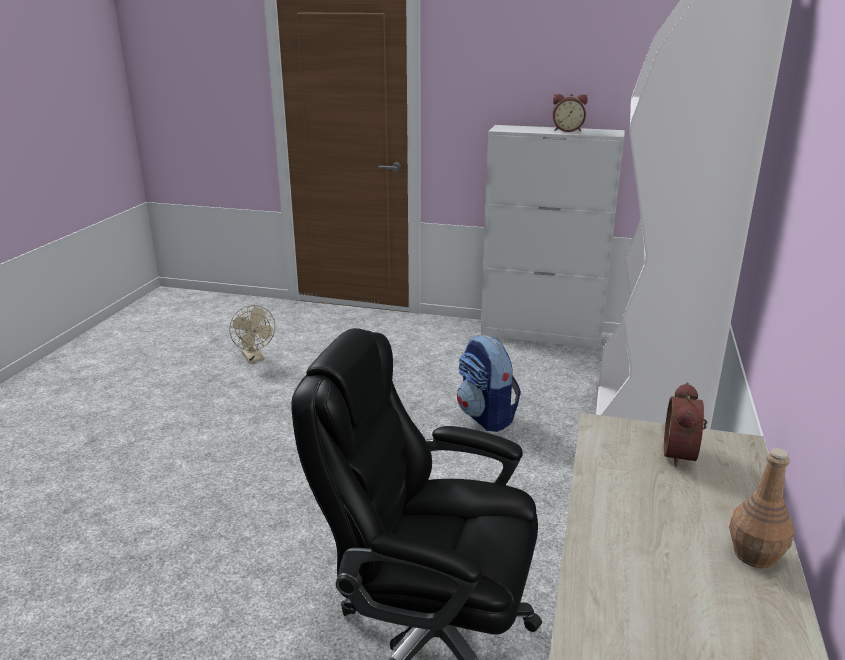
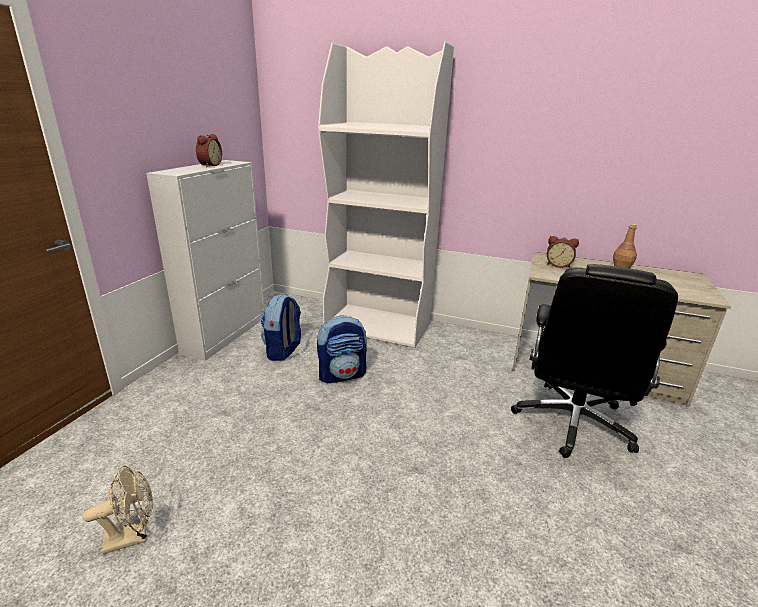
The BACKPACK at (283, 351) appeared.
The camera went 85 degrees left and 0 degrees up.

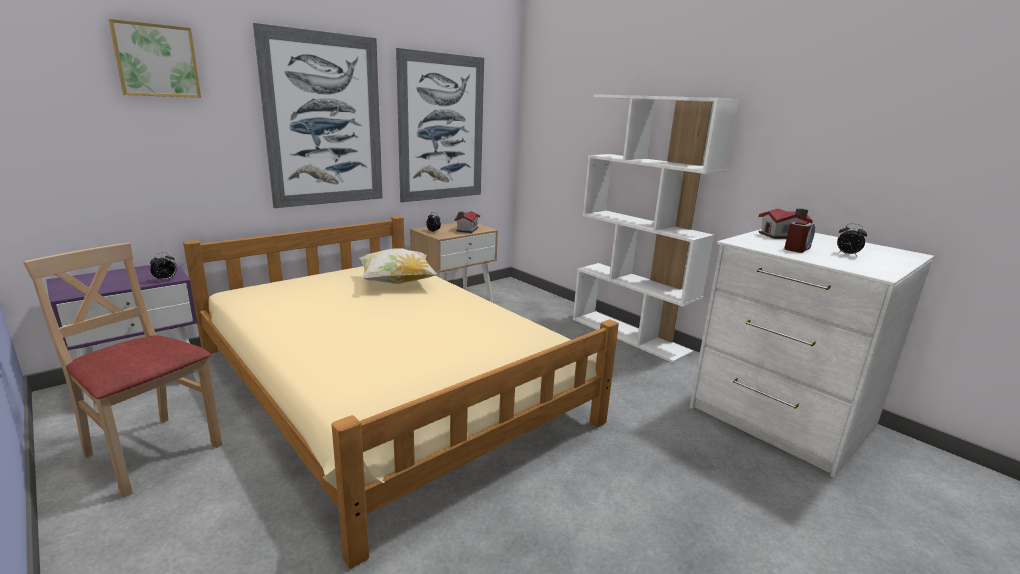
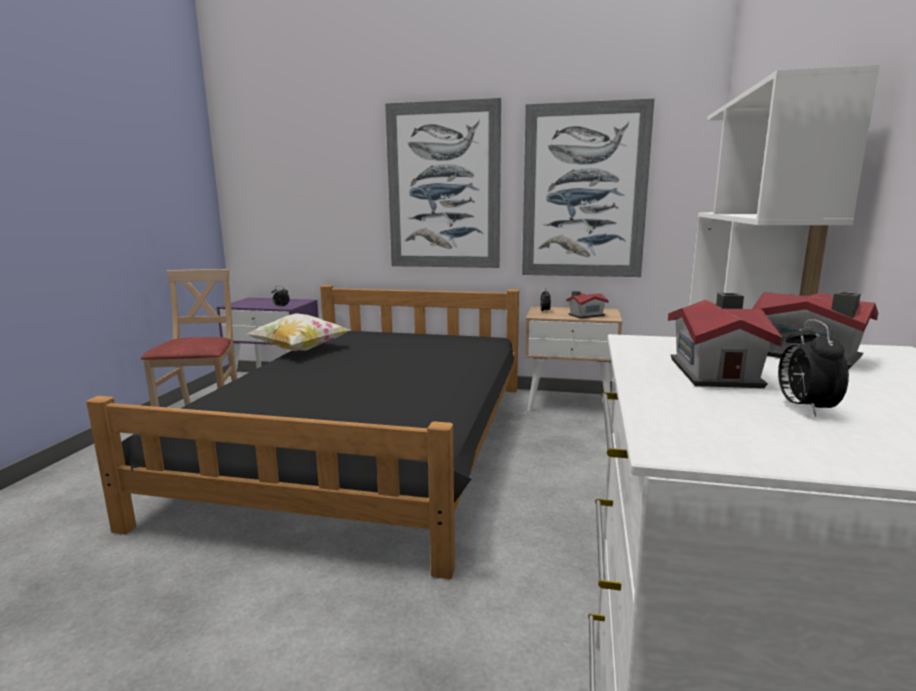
The BEIGE BED at (388, 384) became the BLACK BED at (369, 443).
The PILLOW moved from (397, 282) to (300, 350).
The ALARM CLOCK at (797, 248) was replaced by the TOY HOUSE at (716, 372).
The PICTURE at (156, 60) disappeared.
The camera went 55 degrees right and 5 degrees down.

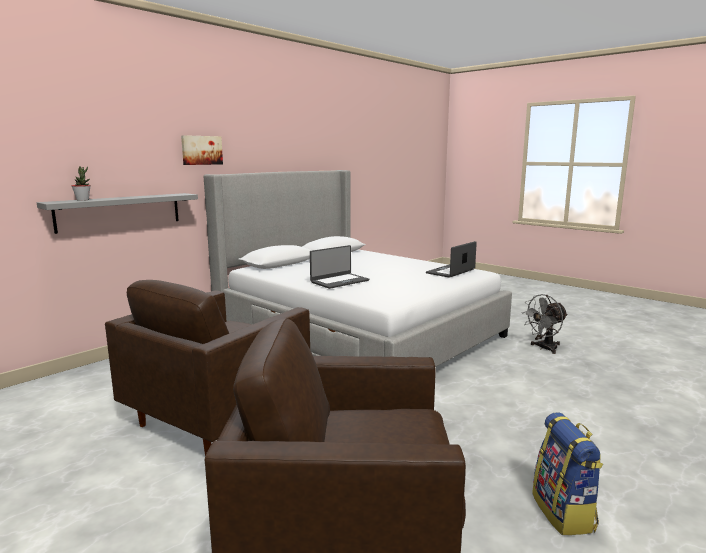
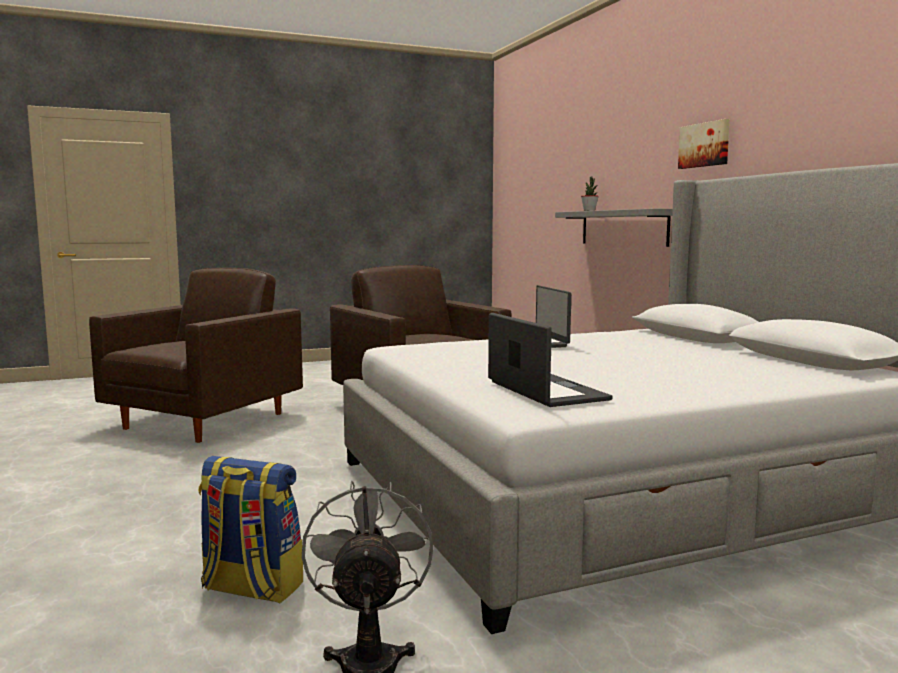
The BACKPACK moved from (564, 512) to (251, 588).
The camera went 115 degrees right and 5 degrees down.

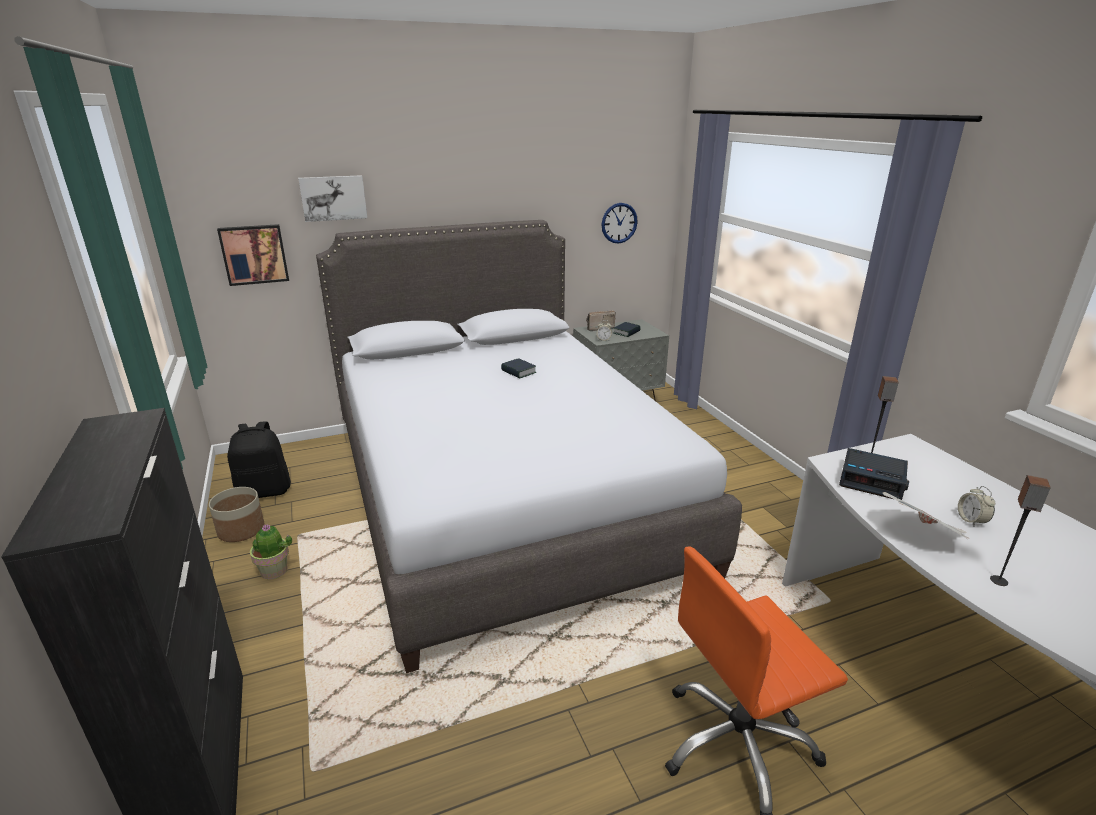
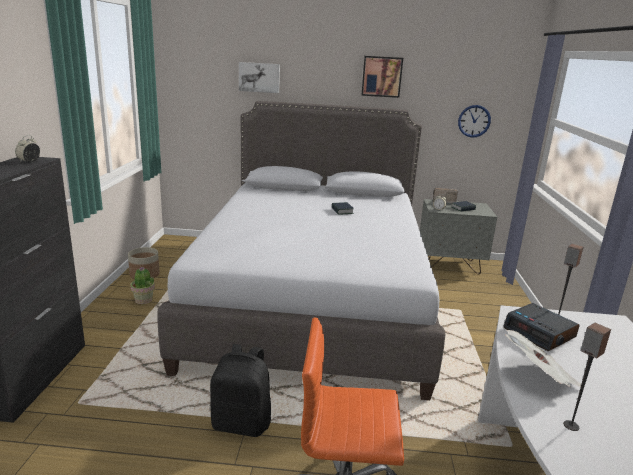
The ALARM CLOCK moved from (971, 520) to (29, 162).
The BLACK BACKPACK moved from (265, 491) to (242, 423).
The PICTURE moved from (254, 254) to (381, 76).
The camera went 25 degrees right and 5 degrees down.

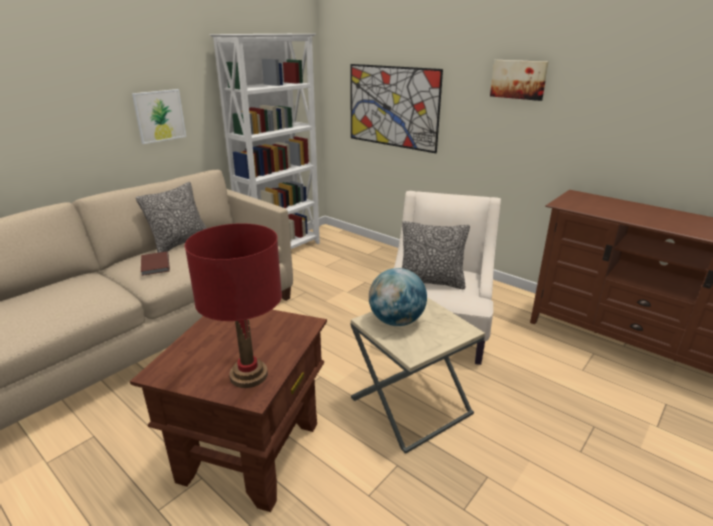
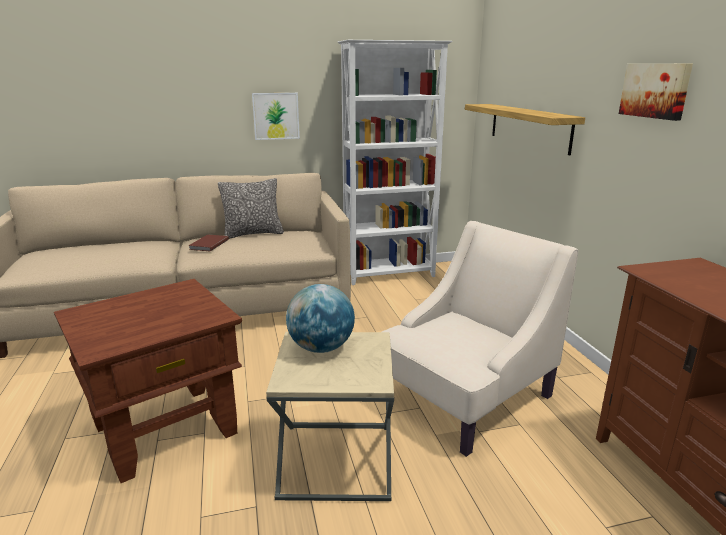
The PICTURE at (392, 107) was replaced by the SHELF at (529, 127).
The RED TABLE LAMP at (248, 375) disappeared.
The PILLOW at (431, 282) disappeared.
The camera went 35 degrees right and 5 degrees down.

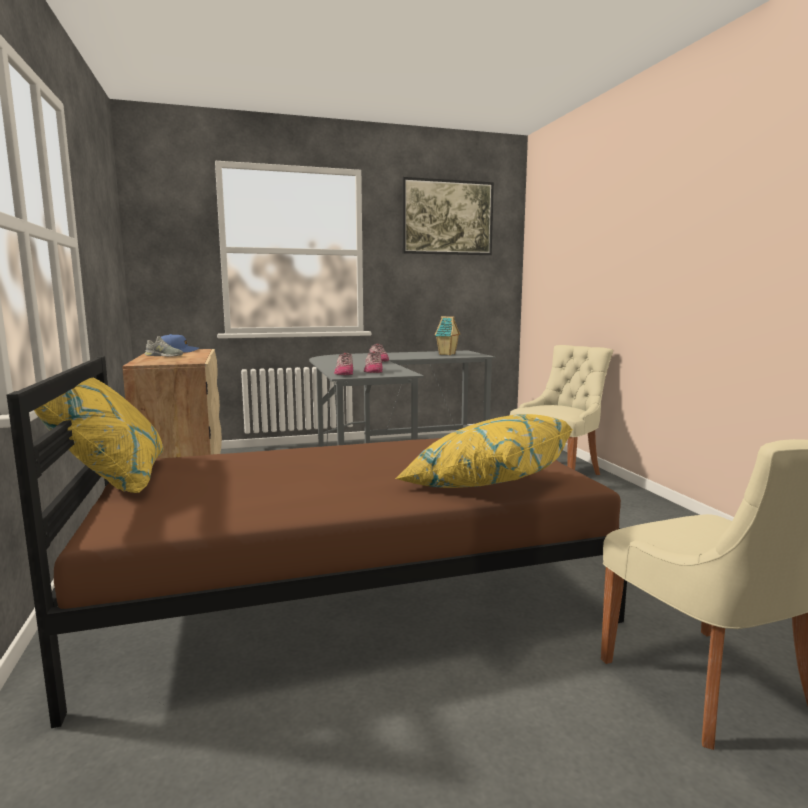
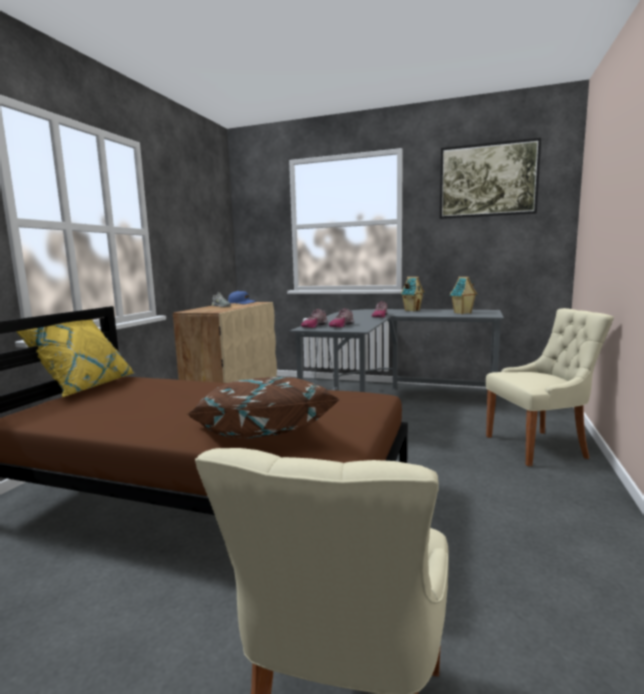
The YELLOW PILLOW at (484, 483) became the BROWN PILLOW at (259, 436).
The TOY HOUSE at (412, 310) appeared.
The camera went 35 degrees right and 0 degrees up.

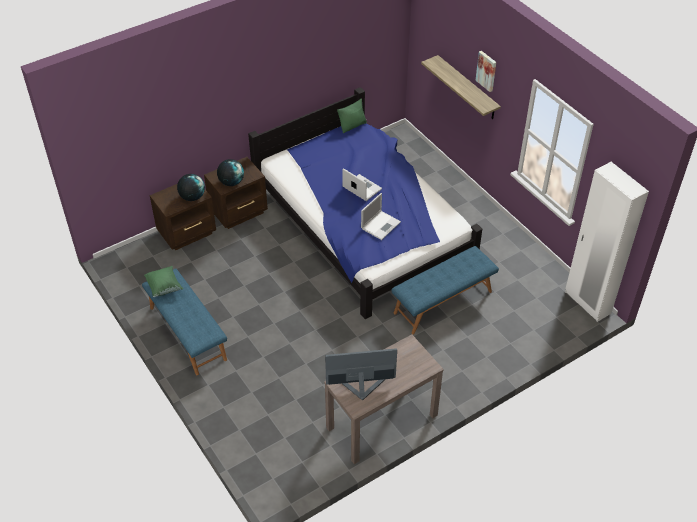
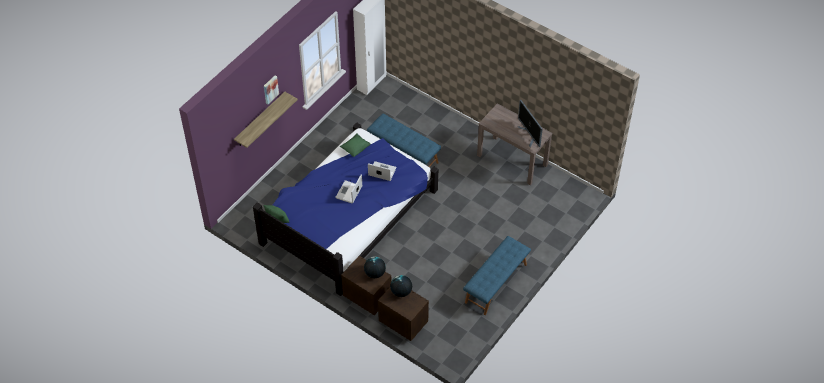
The GREEN PILLOW moved from (164, 287) to (355, 149).
The camera went 110 degrees left and 5 degrees up.

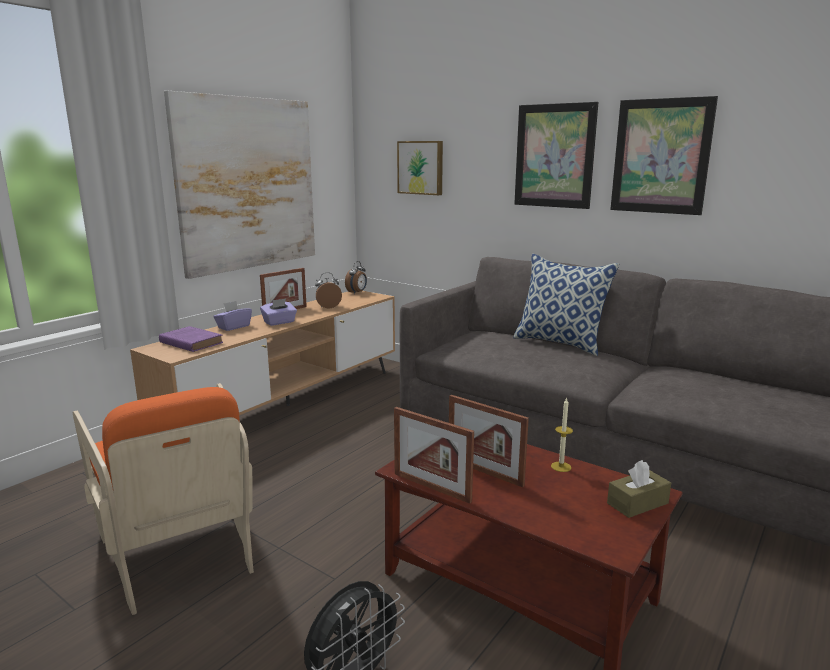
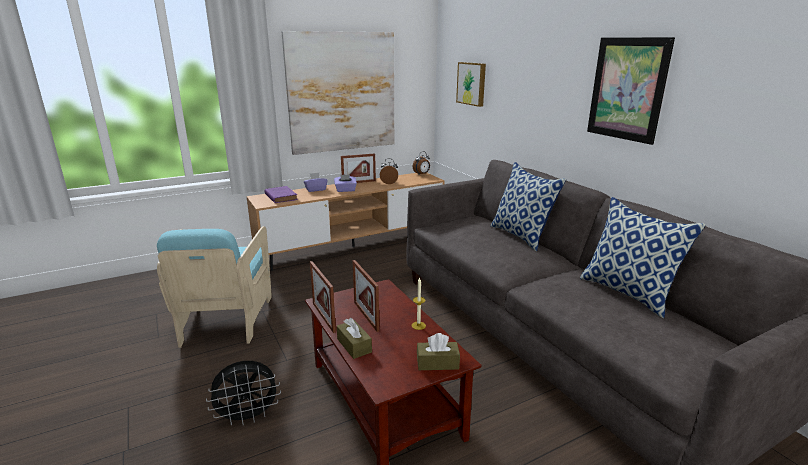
The ORANGE ARMCHAIR at (178, 549) became the TURQUOISE ARMCHAIR at (225, 319).
The BROWN TISSUE BOX at (354, 345) appeared.
The PILLOW at (628, 293) appeared.
The PICTURE at (554, 156) disappeared.
The camera went 25 degrees right and 5 degrees up.

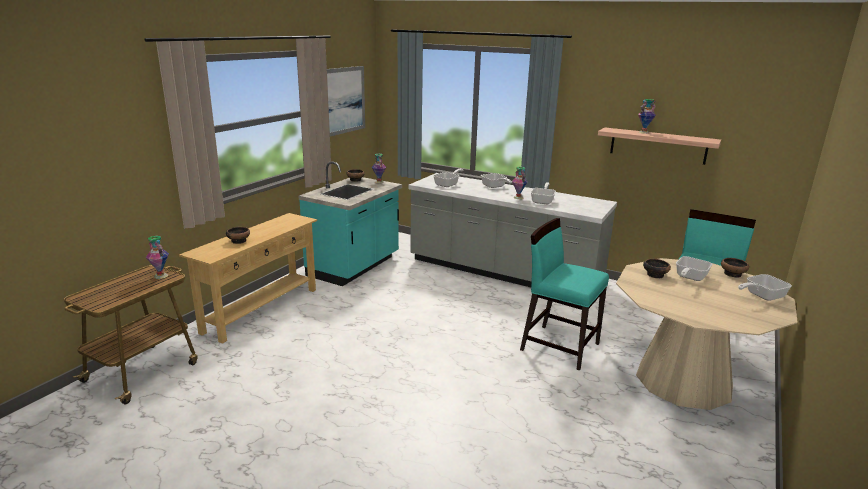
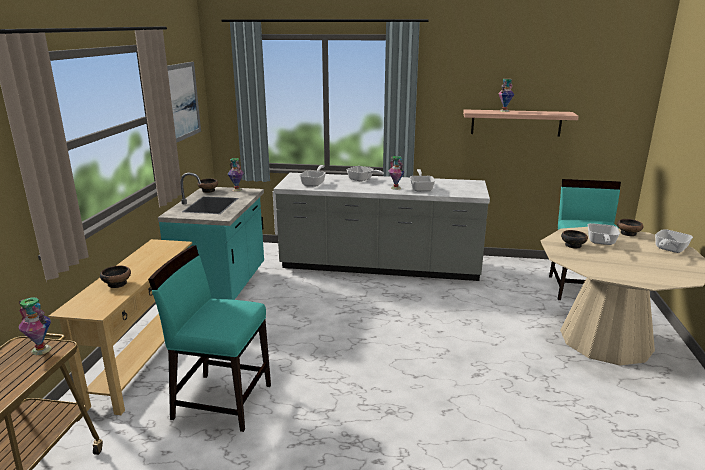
The TURQUOISE CHAIR moved from (559, 346) to (222, 400).
The camera went 20 degrees left and 0 degrees up.

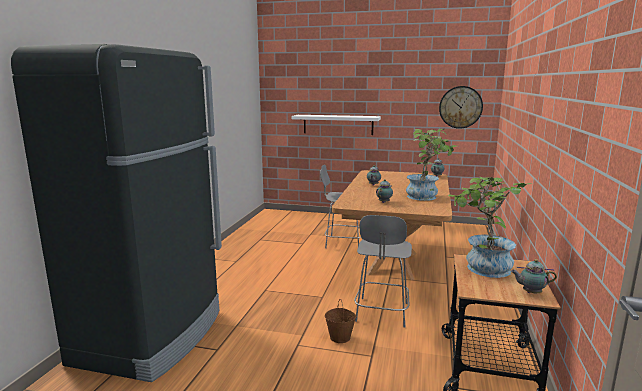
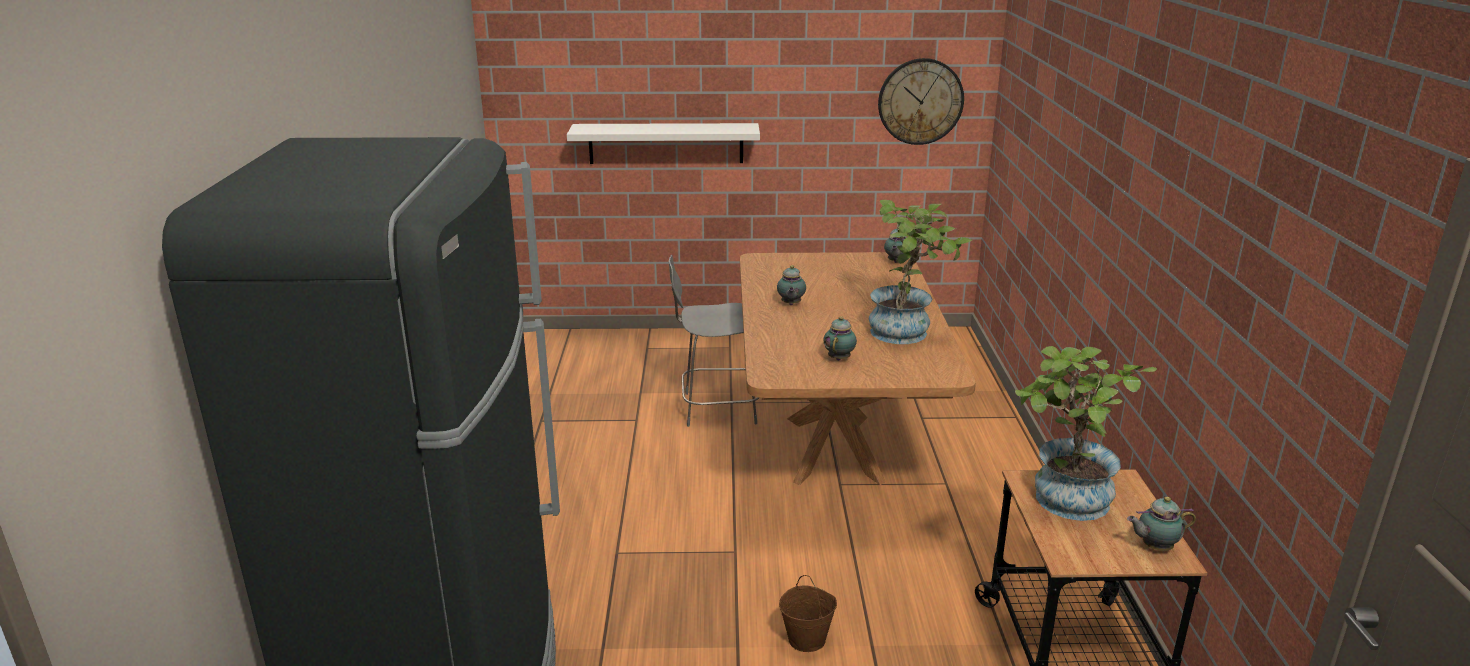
The GREY CHAIR at (381, 313) disappeared.
The camera went 15 degrees left and 10 degrees up.

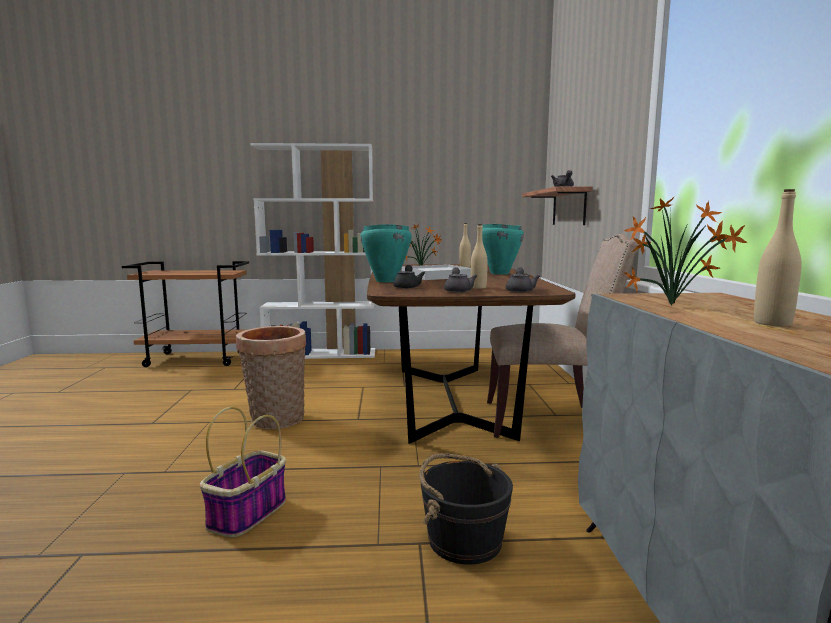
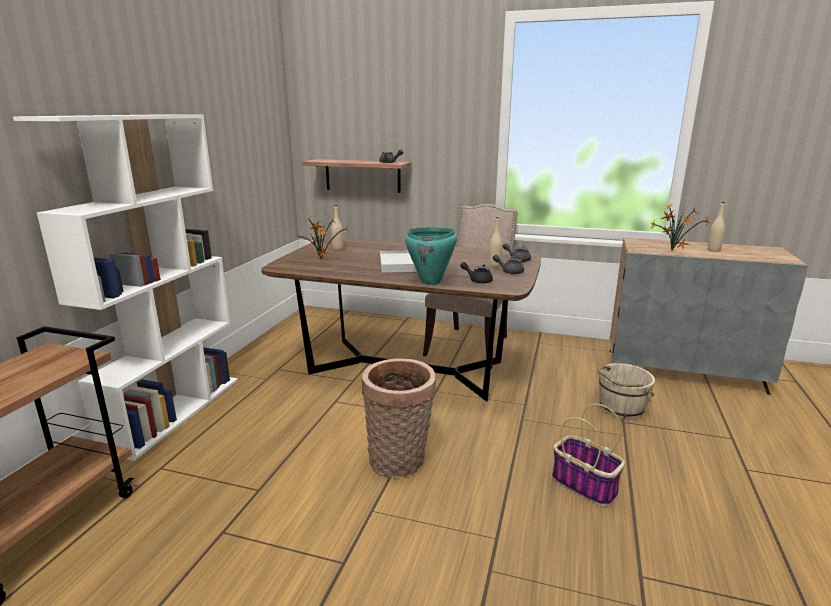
The BLACK BUCKET at (463, 540) became the BEIGE BUCKET at (620, 408).
The TURQUOISE COOKING POT at (499, 273) disappeared.
The camera went 70 degrees left and 10 degrees up.

